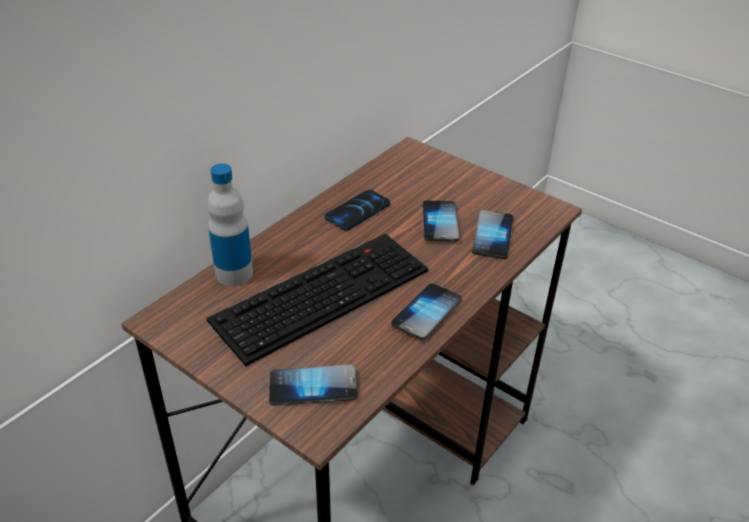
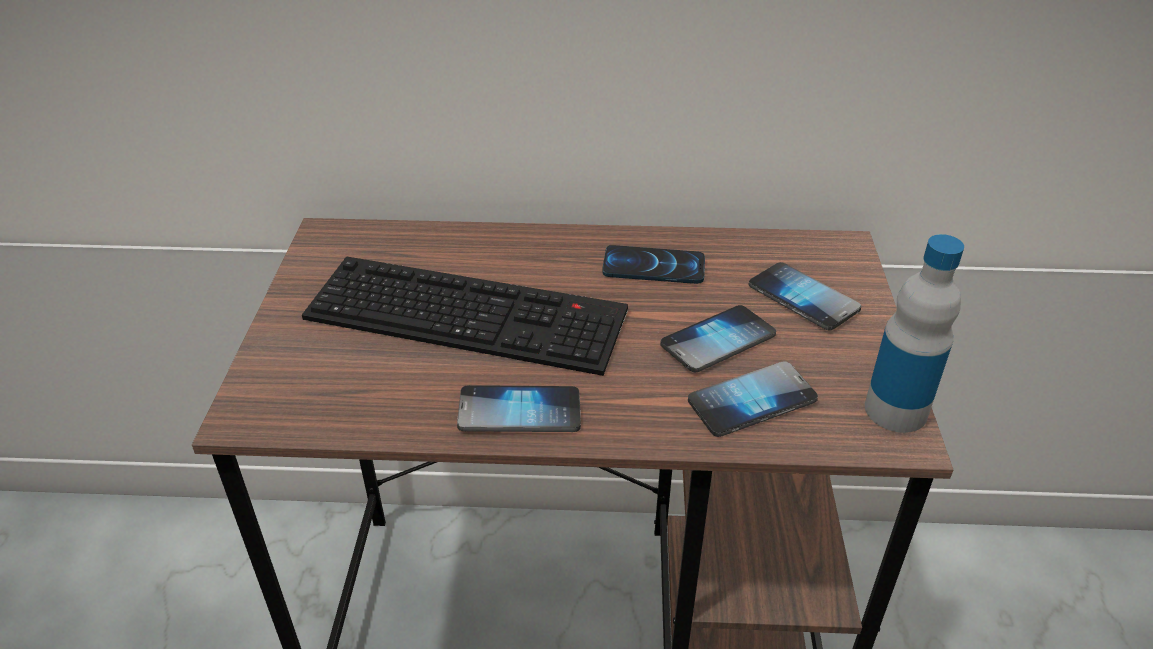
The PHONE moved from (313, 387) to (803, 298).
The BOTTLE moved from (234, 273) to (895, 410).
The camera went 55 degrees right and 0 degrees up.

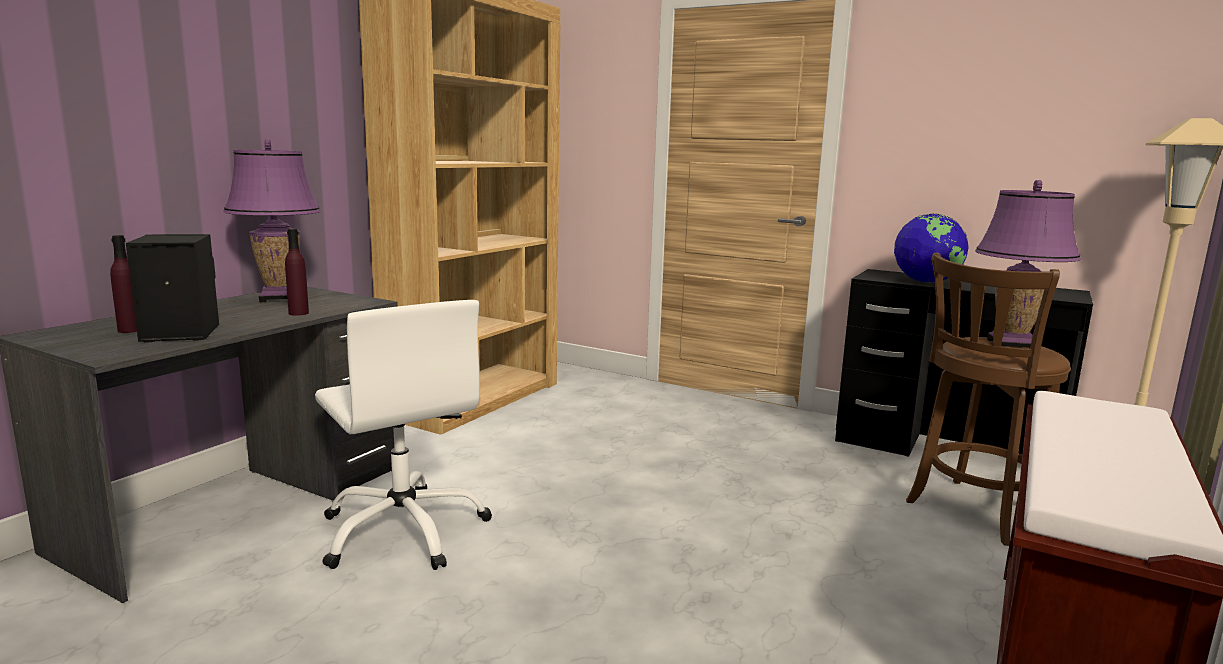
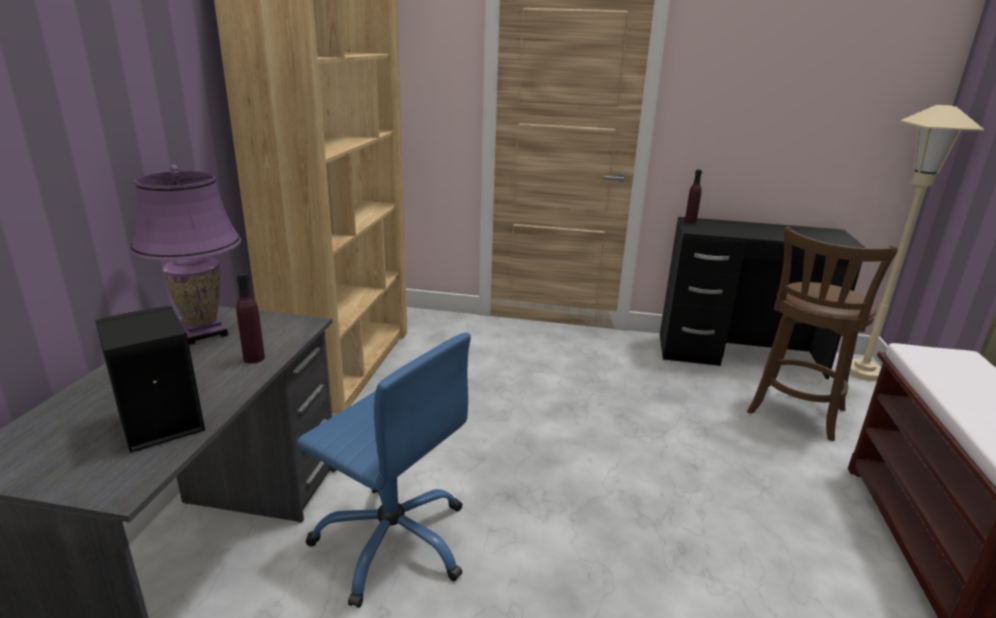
The WHITE OFFICE CHAIR at (404, 530) became the BLUE OFFICE CHAIR at (393, 541).
The PURPLE BOTTLE moved from (130, 330) to (690, 222).
The GLOBE at (926, 282) disappeared.
The PURPLE TABLE LAMP at (1011, 344) disappeared.
The camera went 20 degrees left and 10 degrees up.

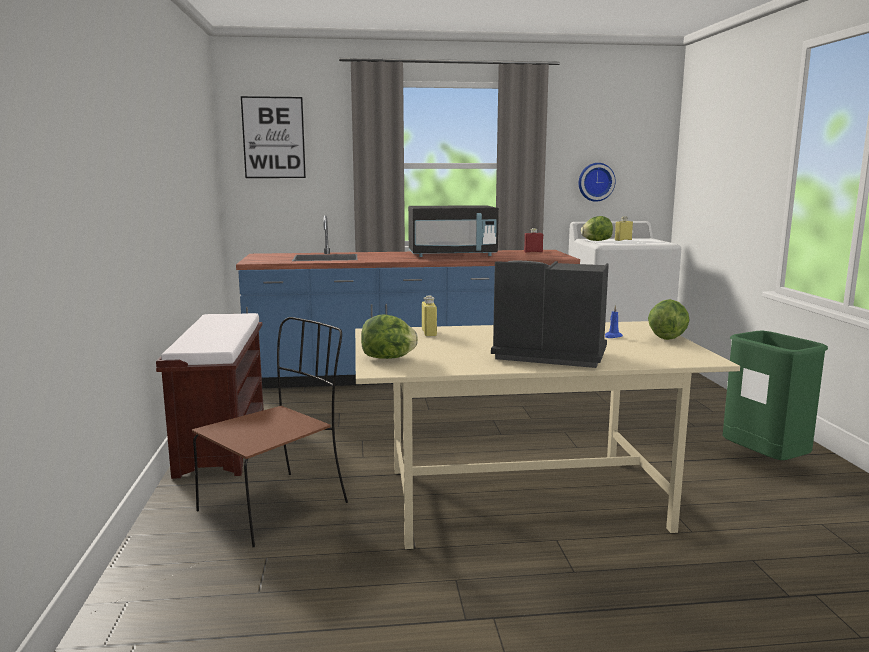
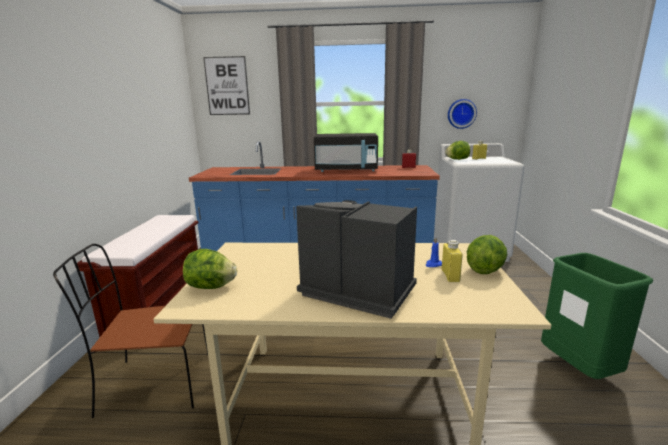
The BROWN CHAIR at (276, 506) turned 150 degrees counterclockwise.
The YELLOW BOTTLE moved from (429, 333) to (450, 276).
The camera went 10 degrees right and 5 degrees up.

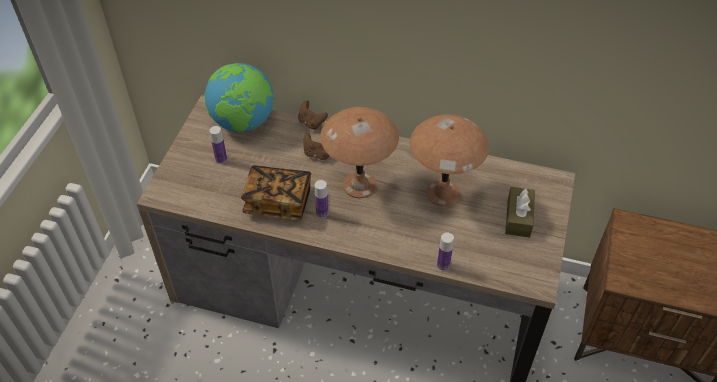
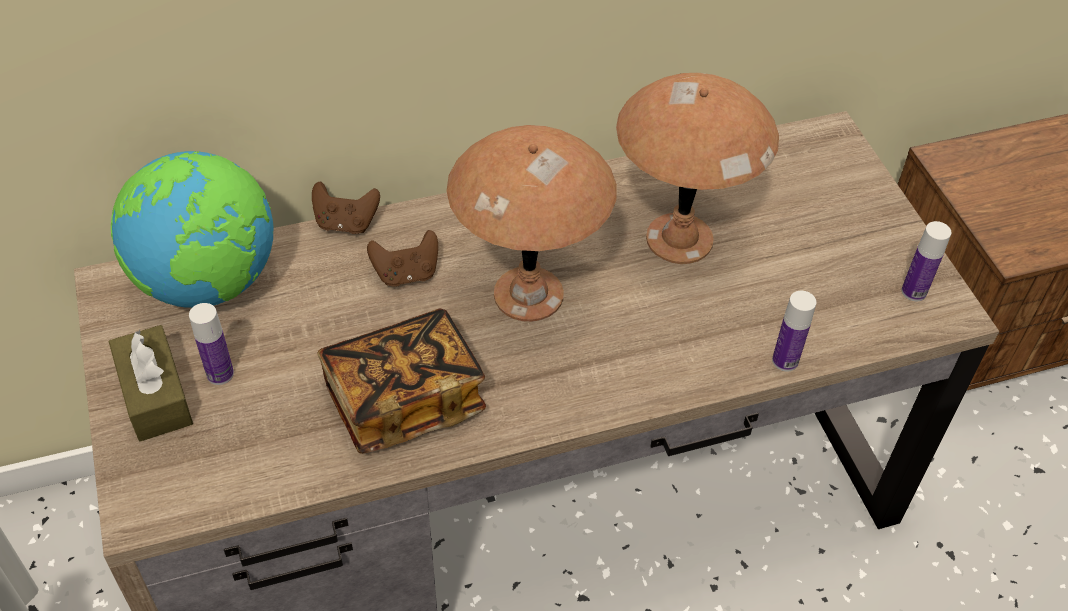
The BROWN TISSUE BOX moved from (518, 218) to (155, 395).
The BOTTLE moved from (322, 213) to (914, 291).
The camera went 35 degrees left and 0 degrees up.

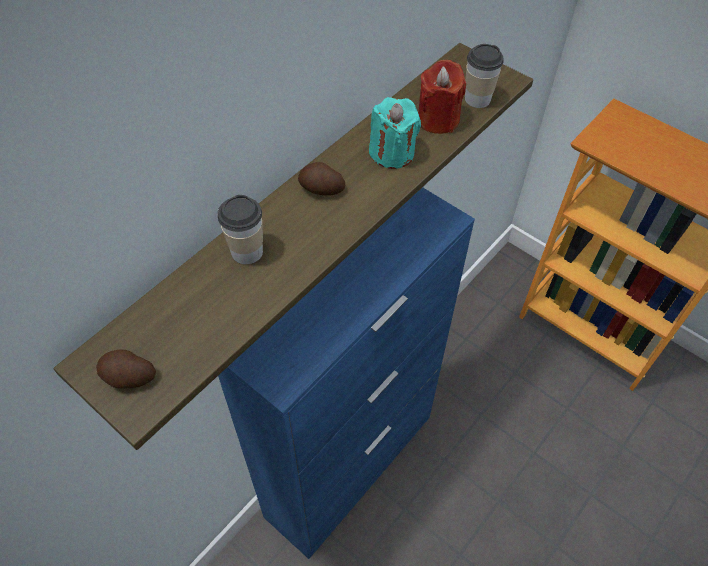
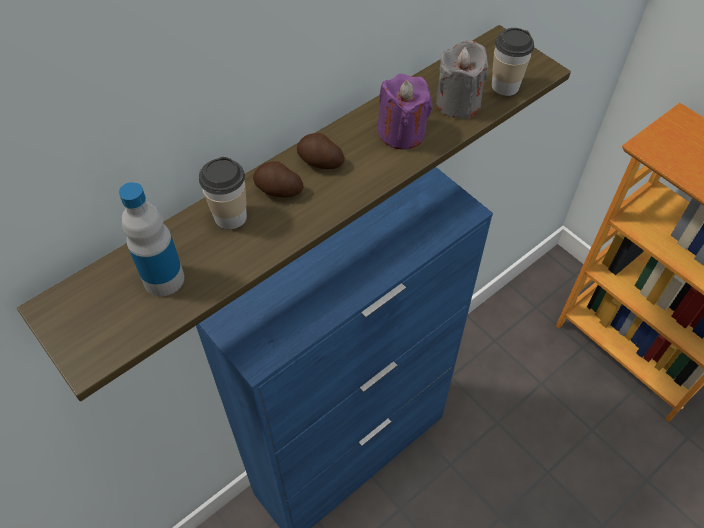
The BOTTLE at (164, 279) appeared.
The POTATO moved from (128, 378) to (278, 190).
The TURQUOISE CANDLE at (392, 153) became the PURPLE CANDLE at (402, 133).
The RED CANDLE at (438, 119) became the GREY CANDLE at (458, 103).
The camera went 10 degrees right and 0 degrees up.

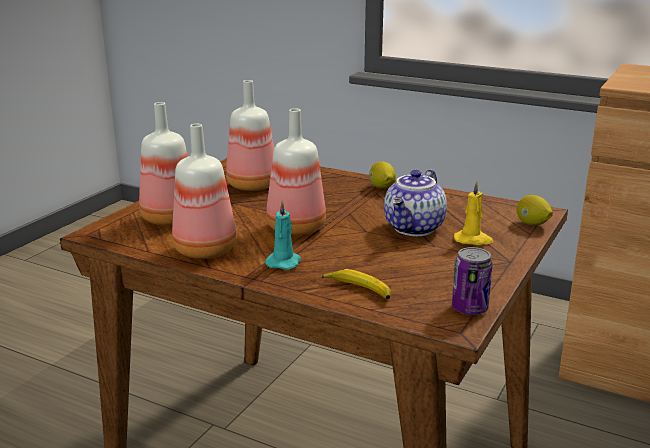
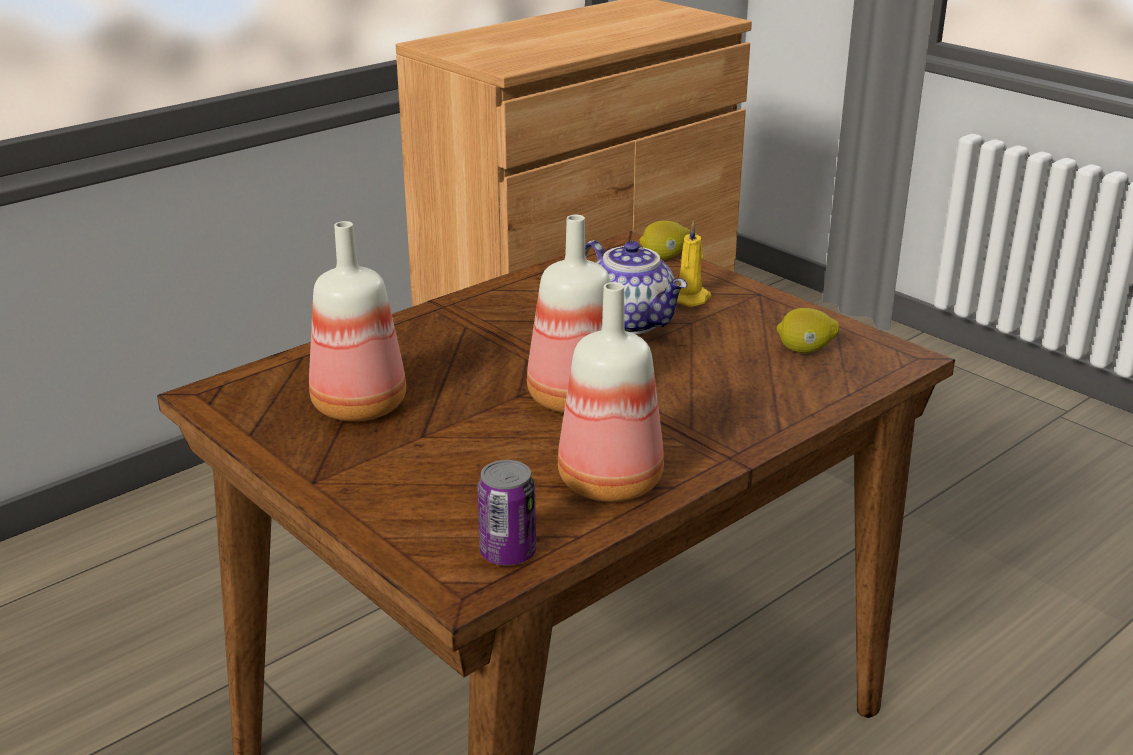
The CAN moved from (469, 309) to (508, 553).
The LEMON moved from (382, 188) to (805, 350).
The BOTTLE at (170, 218) disappeared.
The TURQUOISE CANDLE at (284, 262) disappeared.
The BANANA at (358, 290) disappeared.
The camera went 70 degrees left and 5 degrees up.

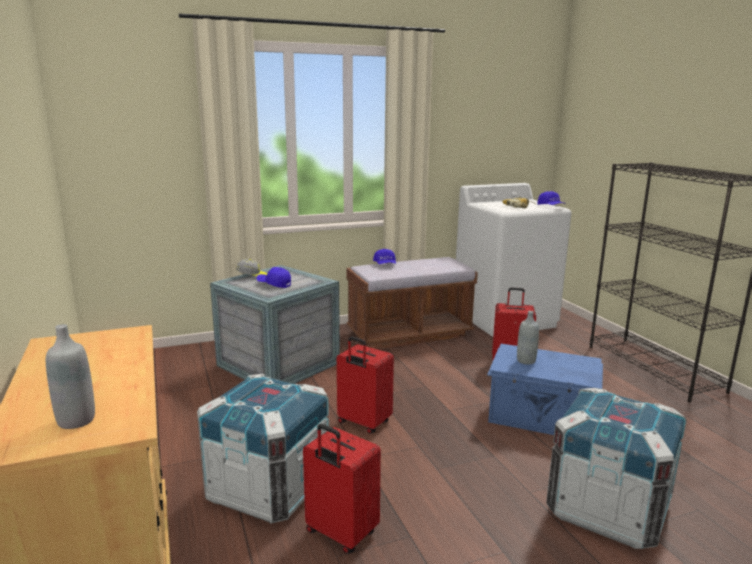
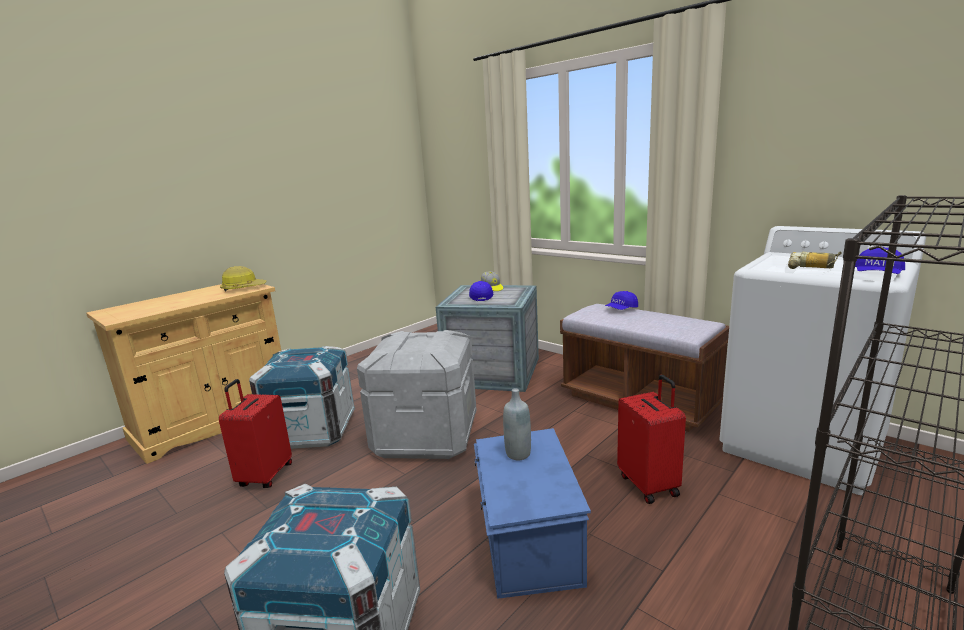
The HARD HAT at (244, 288) appeared.
The RED SUITCASE at (363, 423) was replaced by the GREY STORAGE BOX at (425, 436).
The GREY BOTTLE at (76, 420) disappeared.
The camera went 65 degrees right and 0 degrees up.

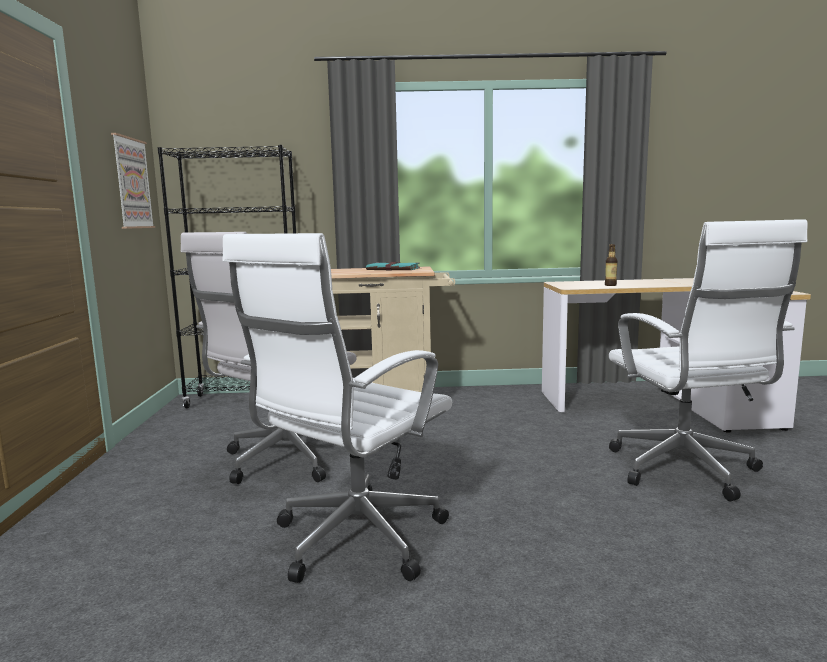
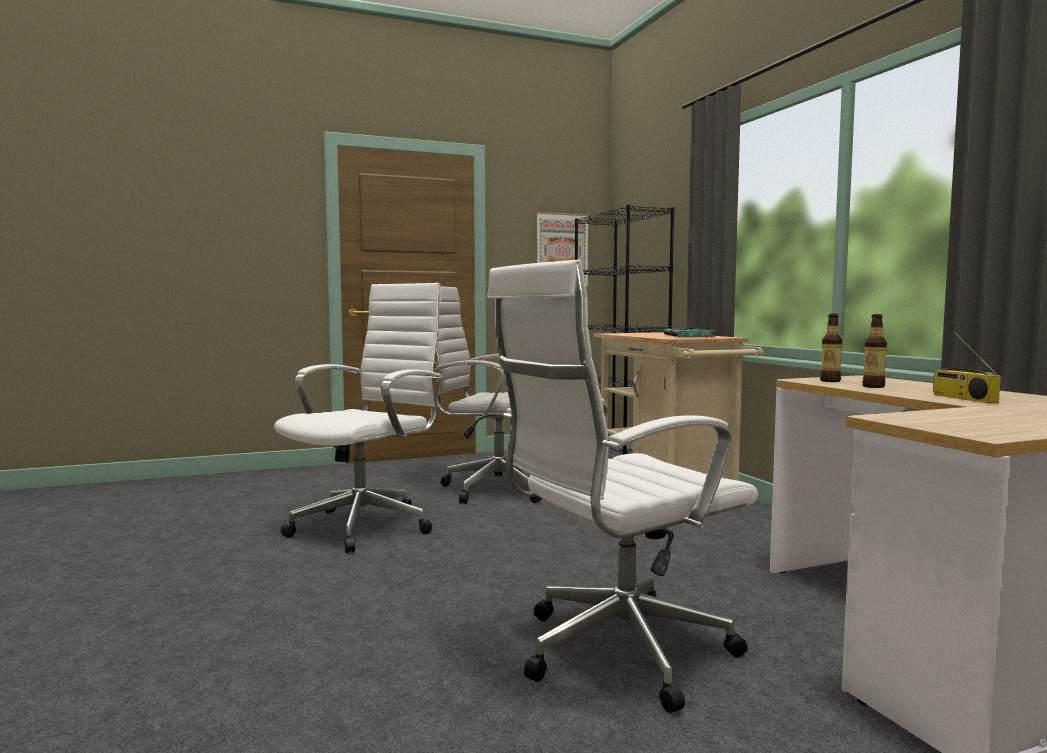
The WHITE OFFICE CHAIR at (353, 542) turned 105 degrees clockwise.
The BOTTLE at (830, 381) appeared.
The RADIO at (962, 398) appeared.
The camera went 70 degrees right and 5 degrees down.

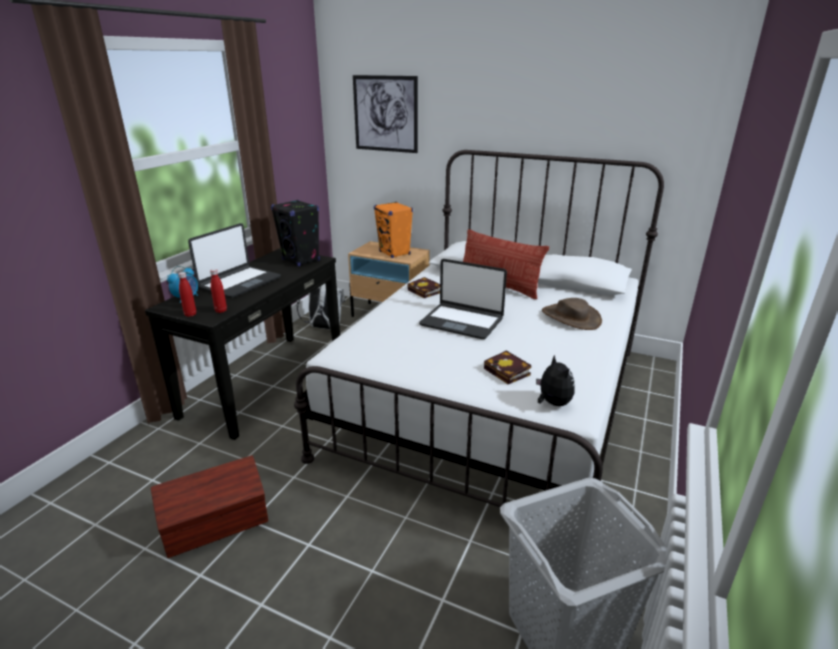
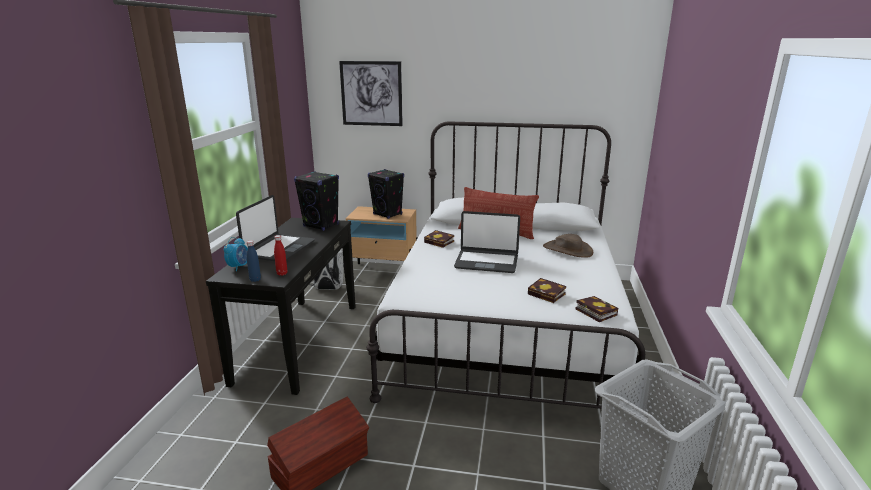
The RED BOTTLE at (190, 314) became the BLUE BOTTLE at (255, 280).
The ORANGE SPEAKER at (394, 253) became the BLACK SPEAKER at (387, 214).
The PLUSH TOY at (552, 403) was replaced by the BOOK at (594, 311).
The camera went 15 degrees left and 5 degrees down.

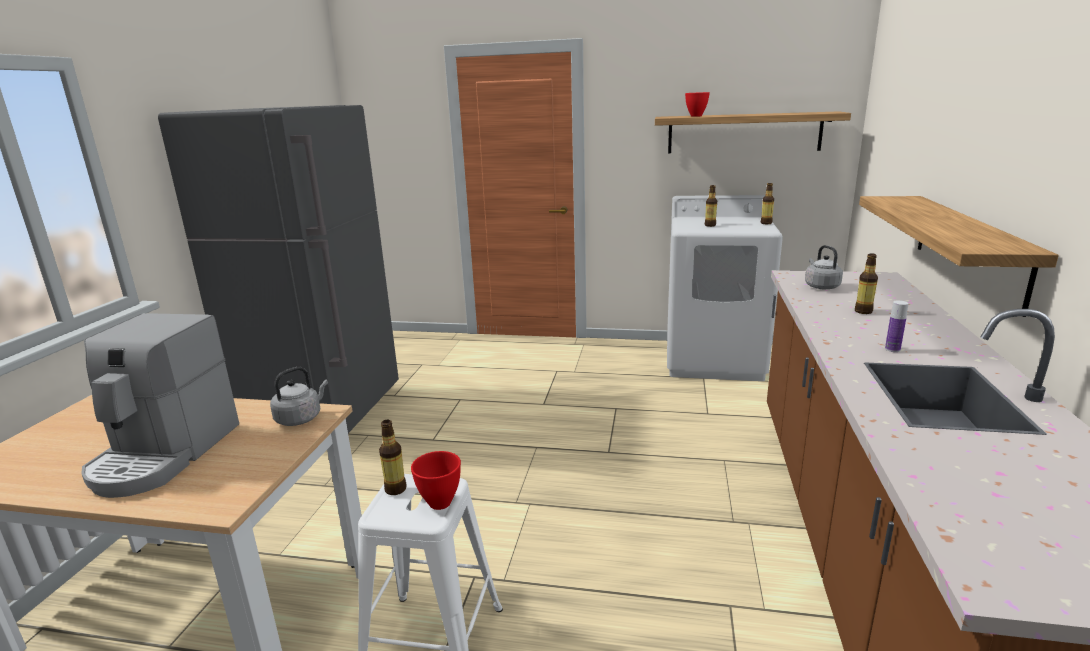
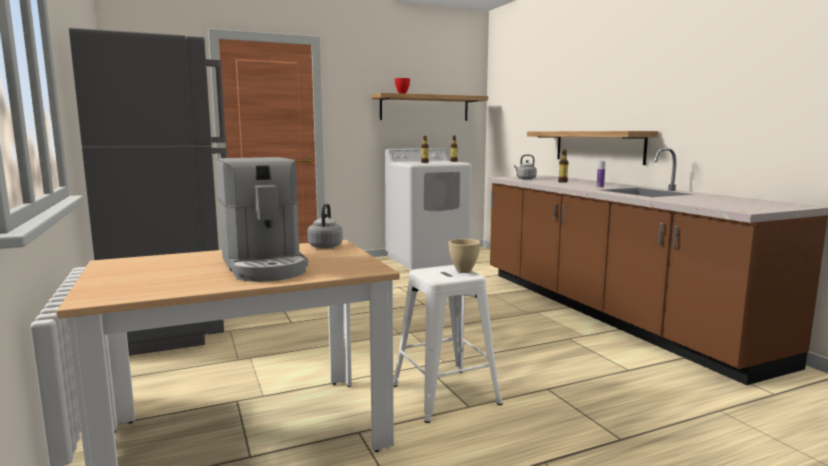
The RED BOWL at (439, 503) became the BEIGE BOWL at (463, 271).
The BOTTLE at (395, 489) disappeared.
The camera went 35 degrees left and 10 degrees down.

